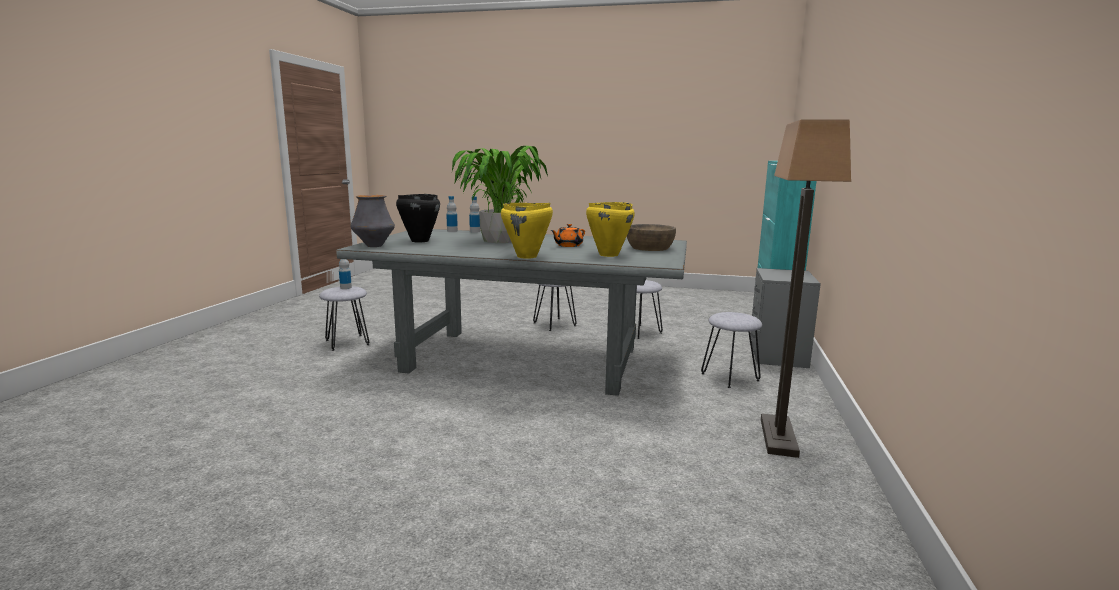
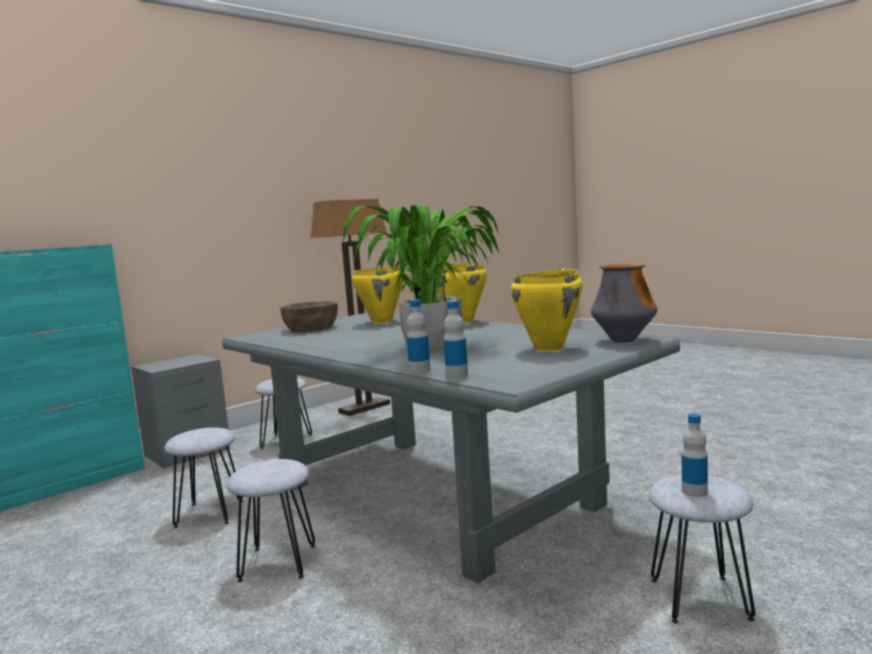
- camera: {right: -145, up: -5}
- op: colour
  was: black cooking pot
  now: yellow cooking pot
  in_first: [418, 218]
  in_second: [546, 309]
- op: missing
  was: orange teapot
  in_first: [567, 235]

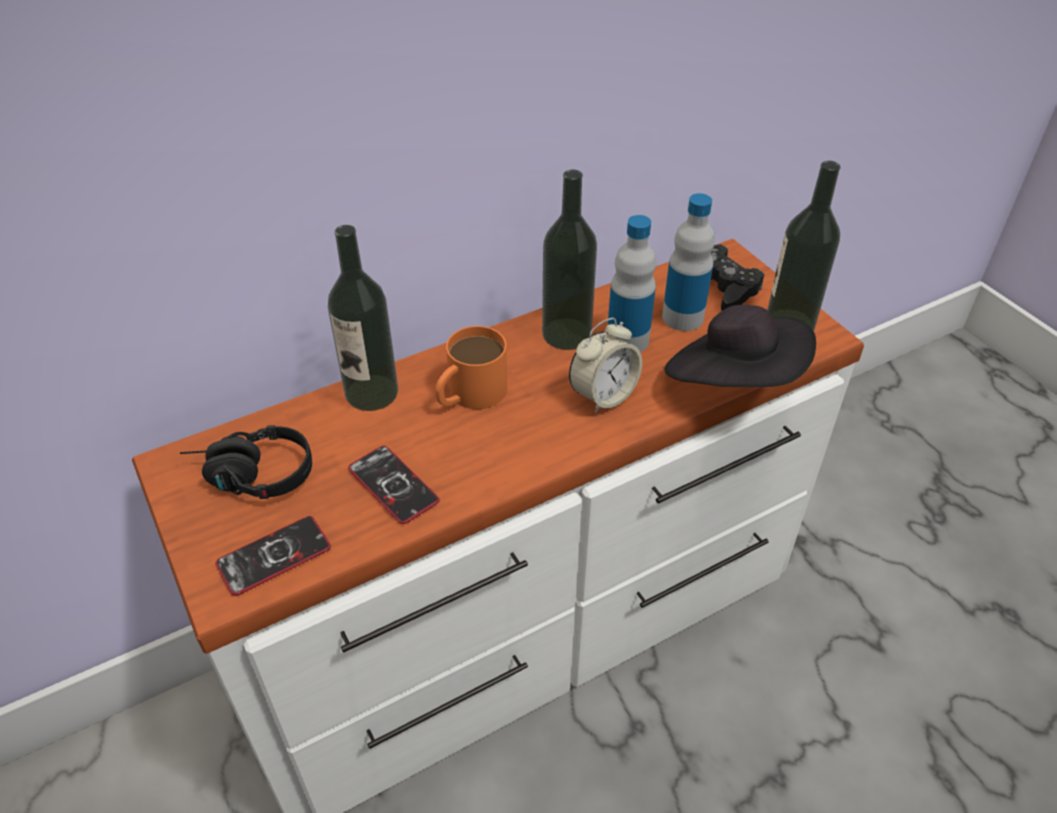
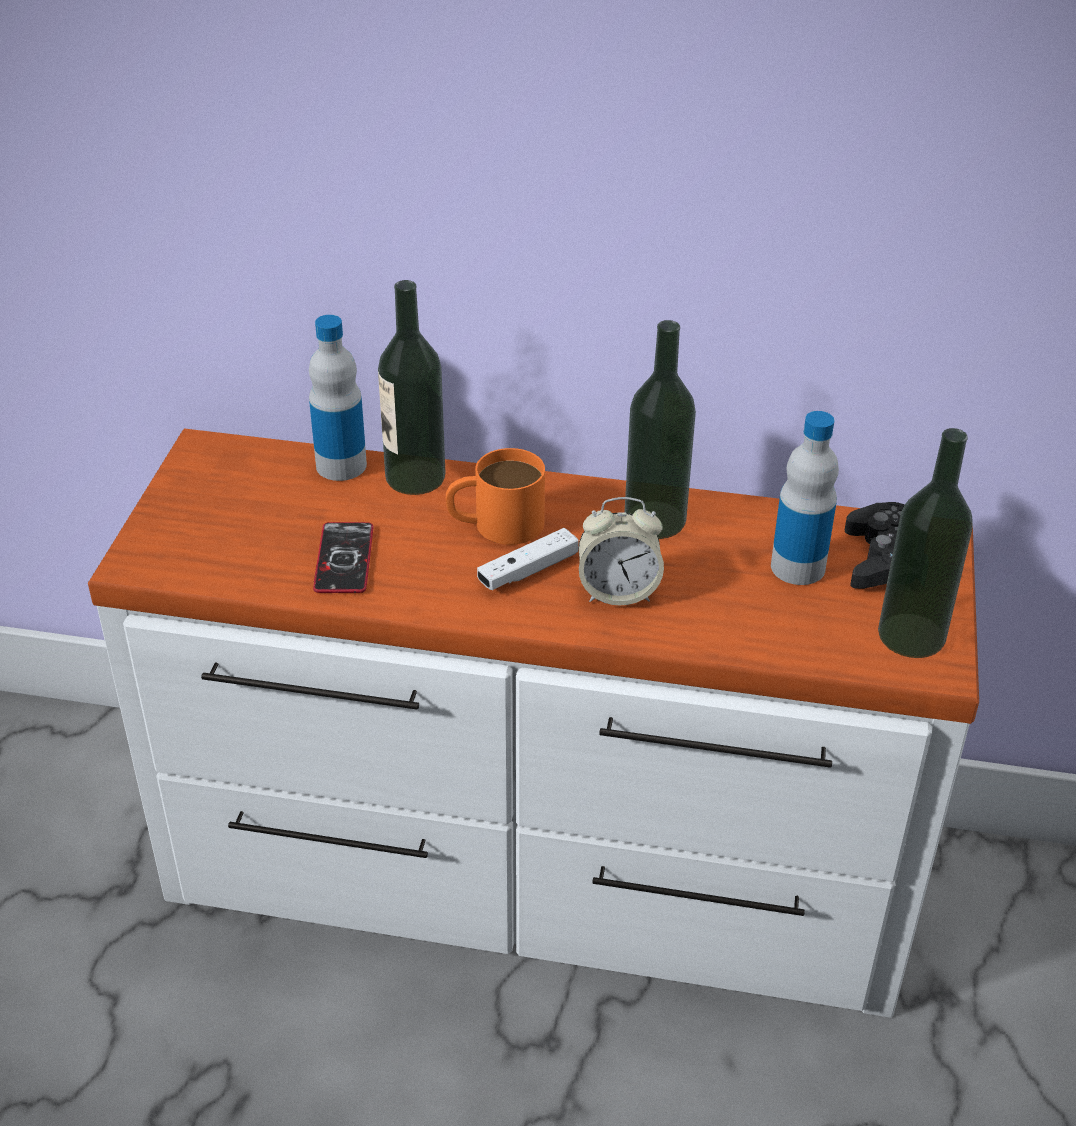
- camera: {right: 40, up: -5}
- op: relocated
  was: bottle
  in_first: [632, 283]
  in_second: [338, 398]
- op: missing
  was: black hat
  in_first: [740, 346]
- op: missing
  was: black headphones
  in_first: [246, 462]
- op: missing
  was: phone
  in_first: [273, 556]
- op: appeared
  now: white game controller
  in_second: [528, 559]

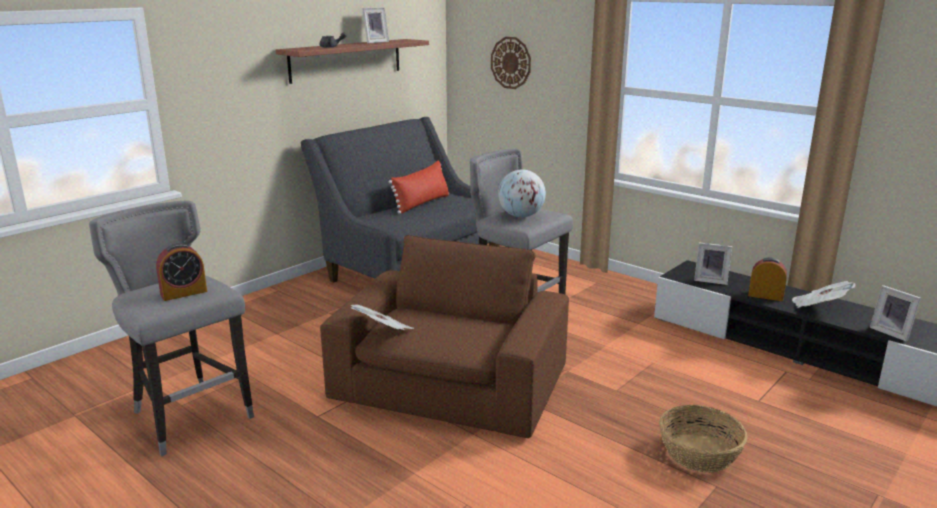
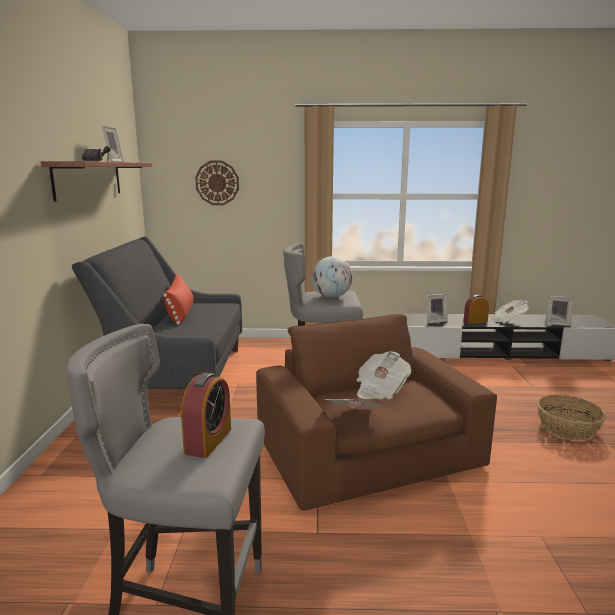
- camera: {right: -40, up: -5}
- op: appeared
  now: newspaper
  in_second: [384, 375]

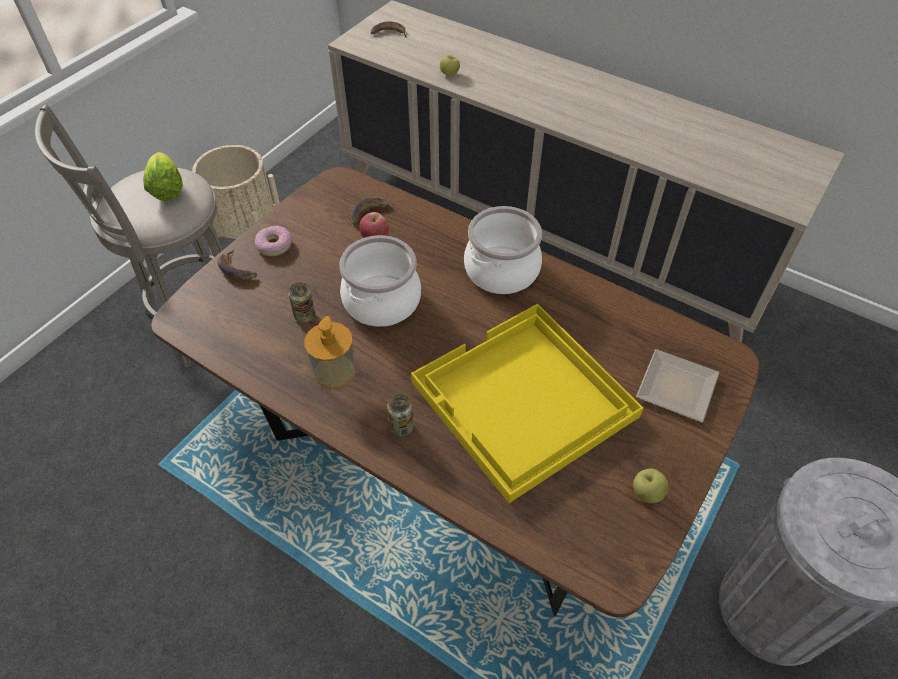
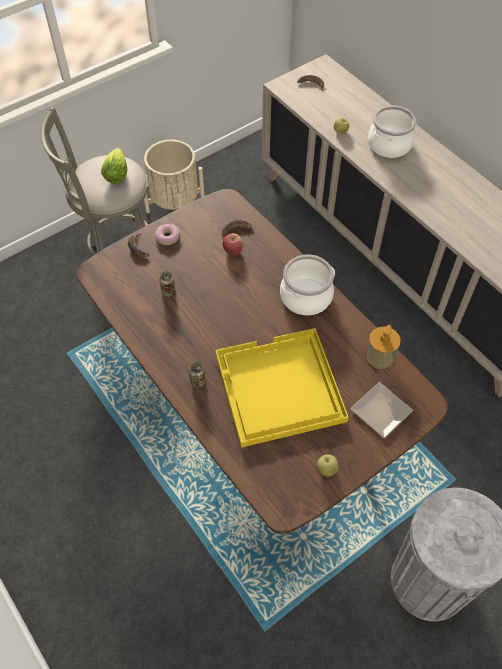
- camera: {right: 20, up: 5}
- op: relocated
  was: cooking pot
  in_first: [380, 281]
  in_second: [392, 131]
- op: relocated
  was: soap dispenser
  in_first: [329, 352]
  in_second: [384, 347]

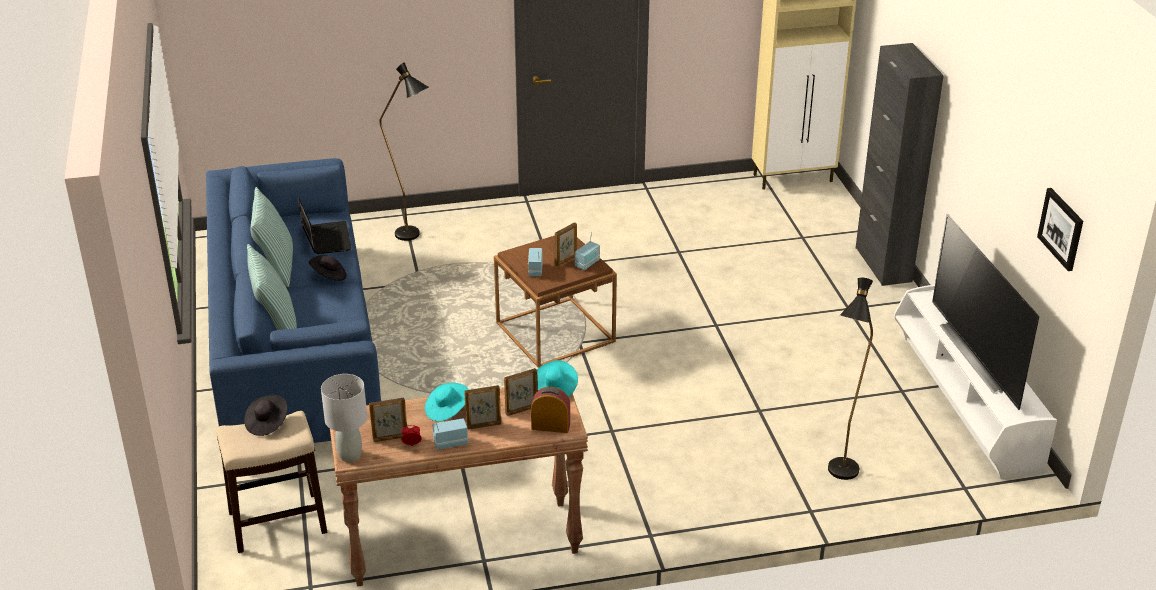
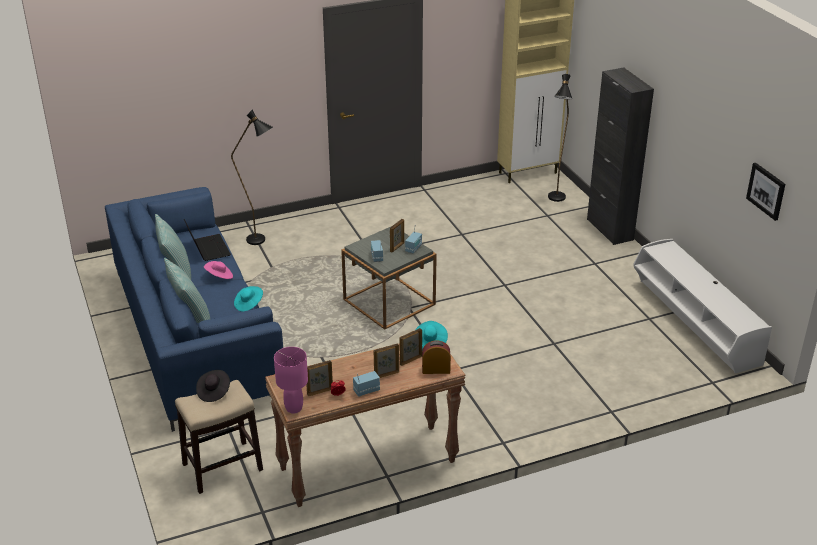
- camera: {right: -10, up: 0}
- op: missing
  was: television
  in_first: [986, 312]
- op: colour
  was: brown side table
  now: grey side table
  in_first: [555, 302]
  in_second: [389, 278]
- op: colour
  was: black hat
  now: pink hat
  in_first: [327, 267]
  in_second: [218, 270]
- op: relocated
  was: black floor lamp
  in_first: [850, 378]
  in_second: [560, 138]
- op: colour
  was: grey table lamp
  now: pink table lamp
  in_first: [344, 418]
  in_second: [291, 380]
- op: relocated
  was: turquoise hat
  in_first: [447, 402]
  in_second: [248, 299]

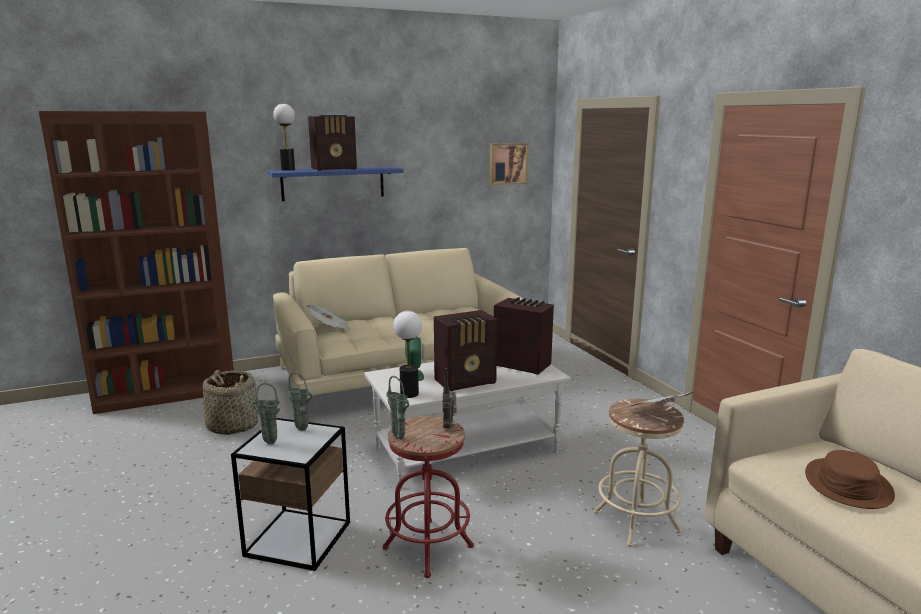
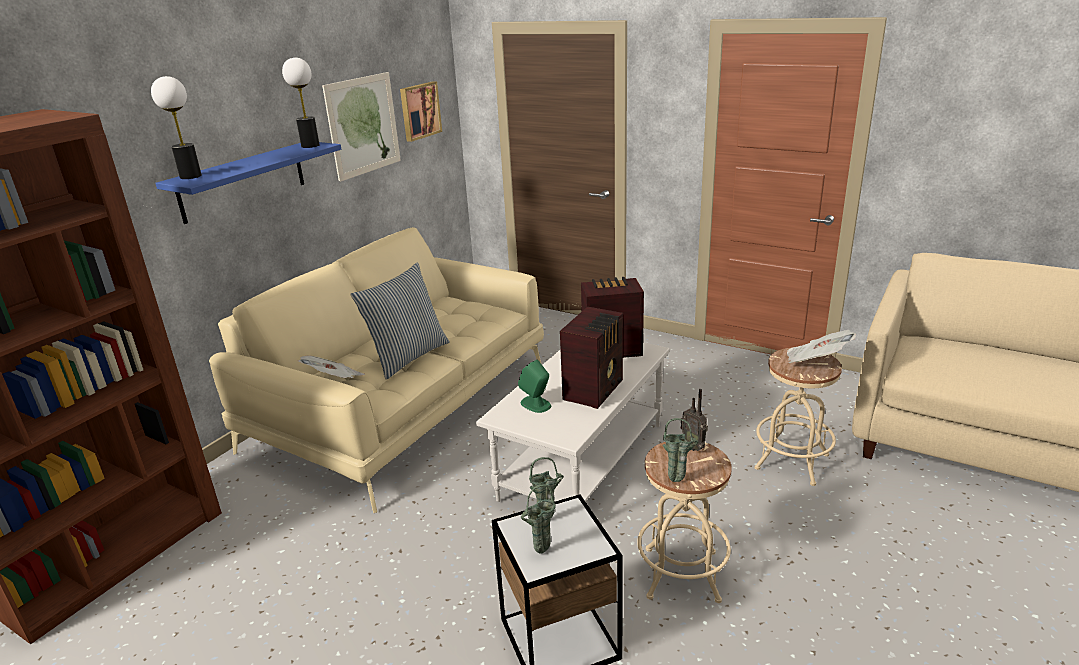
- camera: {right: -35, up: 10}
- op: missing
  was: radio
  in_first: [332, 143]
- op: relocated
  was: table lamp
  in_first: [408, 354]
  in_second: [301, 102]
- op: missing
  was: basket
  in_first: [230, 402]
- op: colour
  was: red stool
  now: beige stool
  in_first: [428, 497]
  in_second: [684, 522]
- op: missing
  was: brown hat
  in_first: [850, 479]
- op: appeared
  now: picture
  in_second: [361, 127]
- op: appeared
  now: pillow
  in_second: [400, 321]

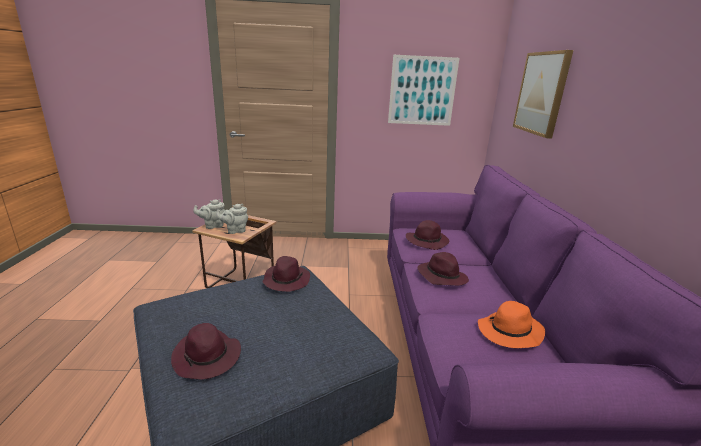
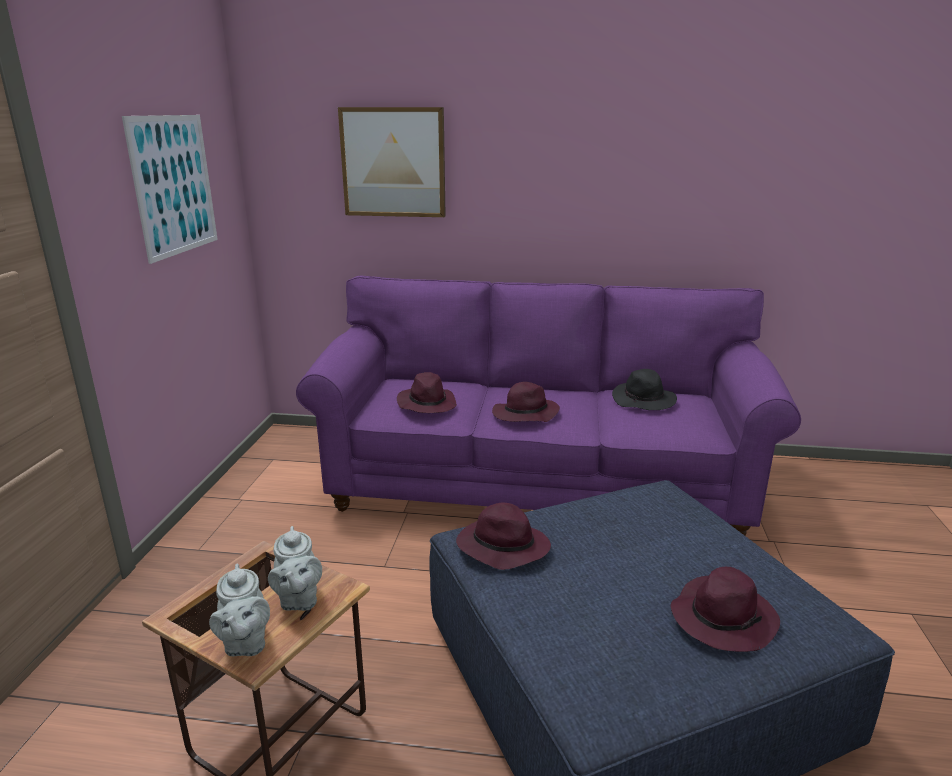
- camera: {right: -80, up: 0}
- op: colour
  was: orange hat
  now: black hat
  in_first: [511, 324]
  in_second: [644, 389]

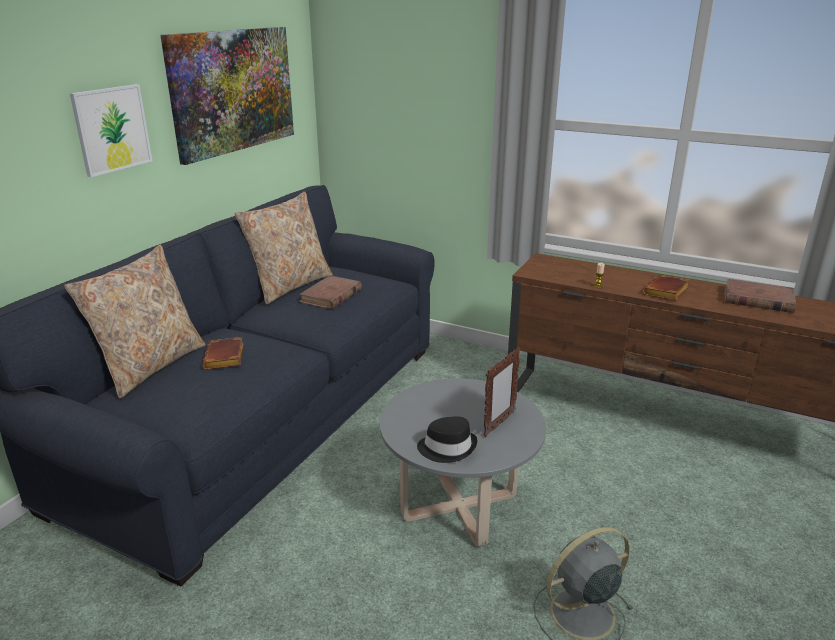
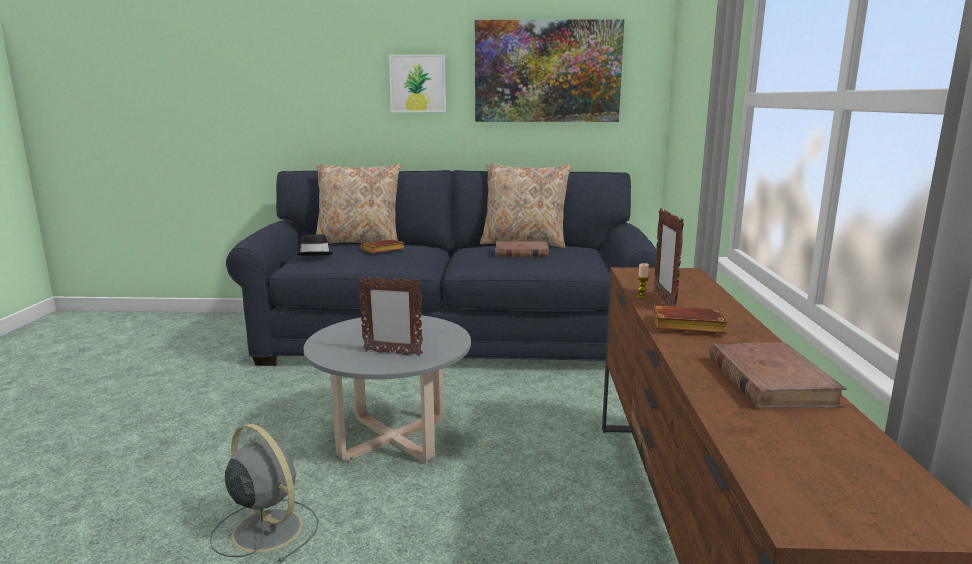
- camera: {right: 65, up: -10}
- op: relocated
  was: black hat
  in_first: [447, 439]
  in_second: [315, 245]
- op: appeared
  now: picture frame
  in_second: [669, 257]

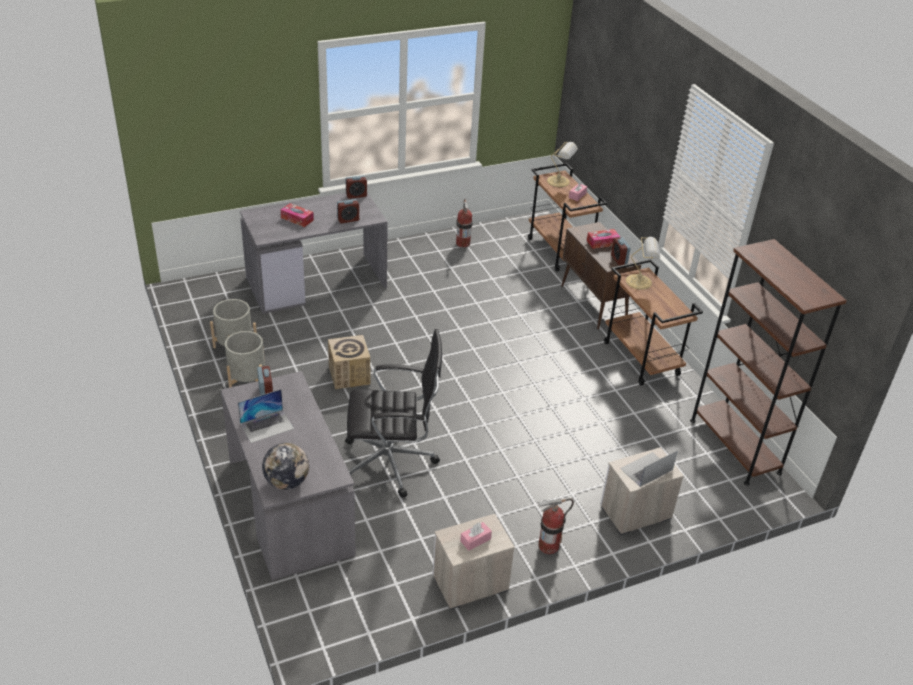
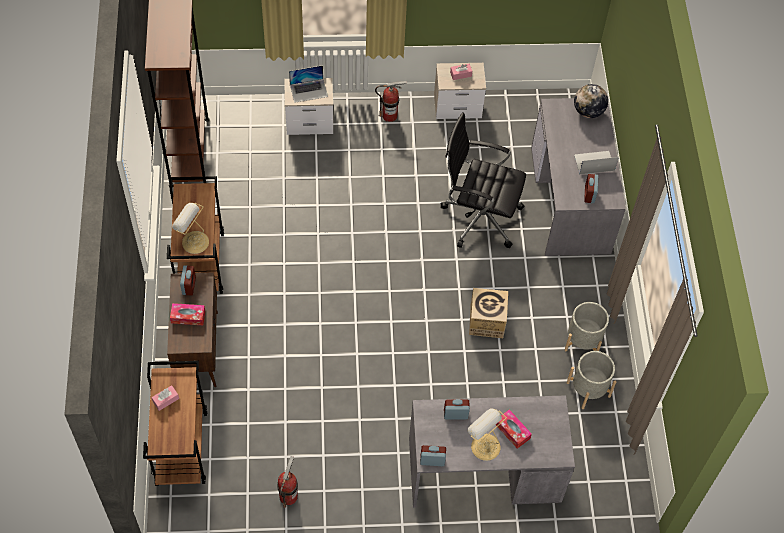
- camera: {right: -160, up: 20}
- op: relocated
  was: table lamp
  in_first: [562, 164]
  in_second: [487, 435]

